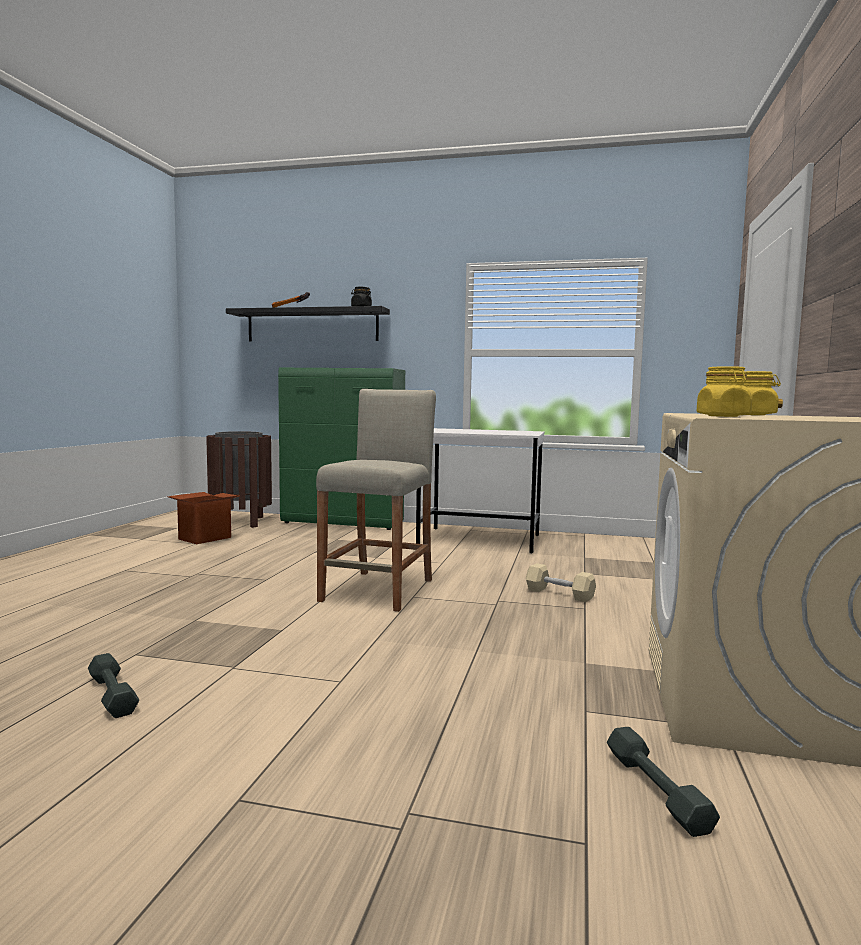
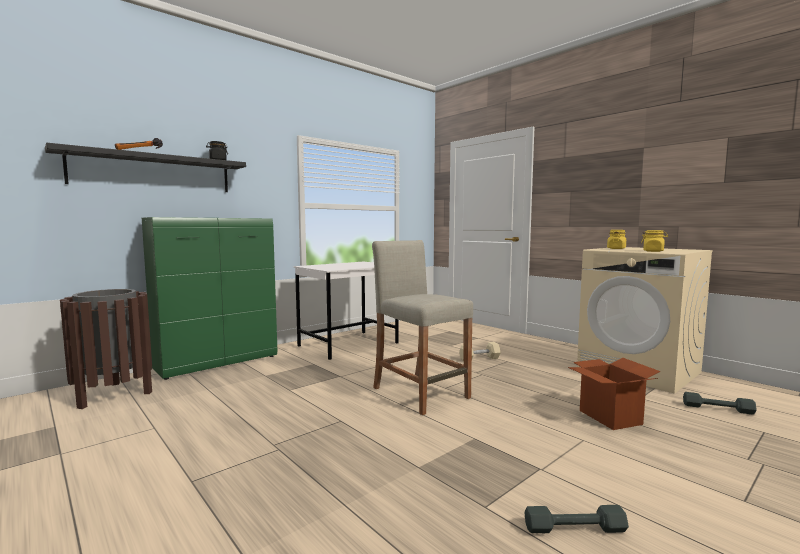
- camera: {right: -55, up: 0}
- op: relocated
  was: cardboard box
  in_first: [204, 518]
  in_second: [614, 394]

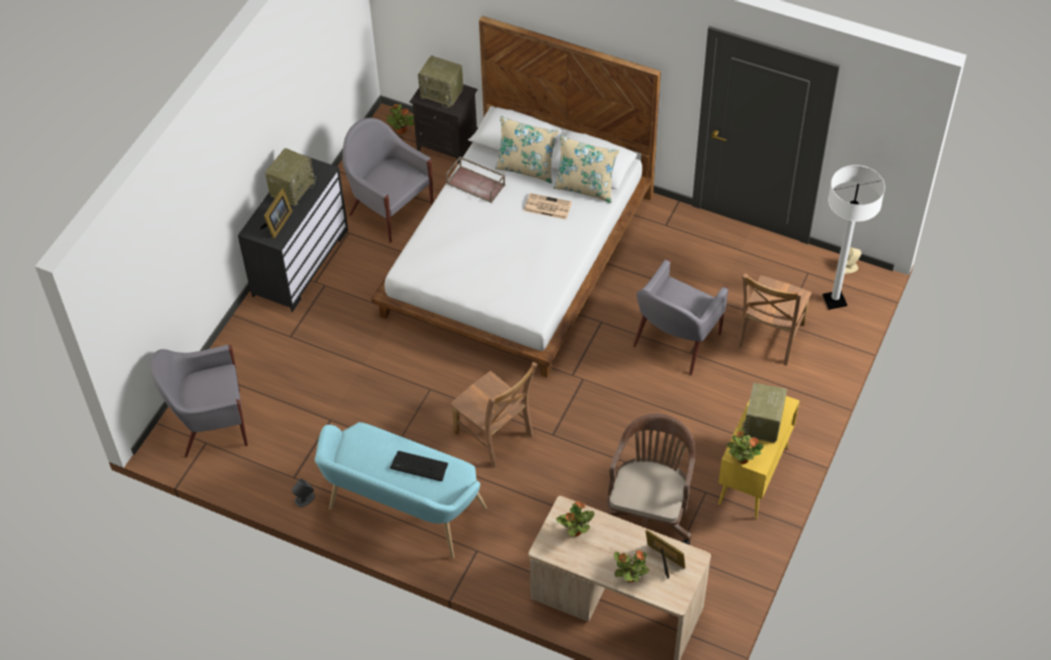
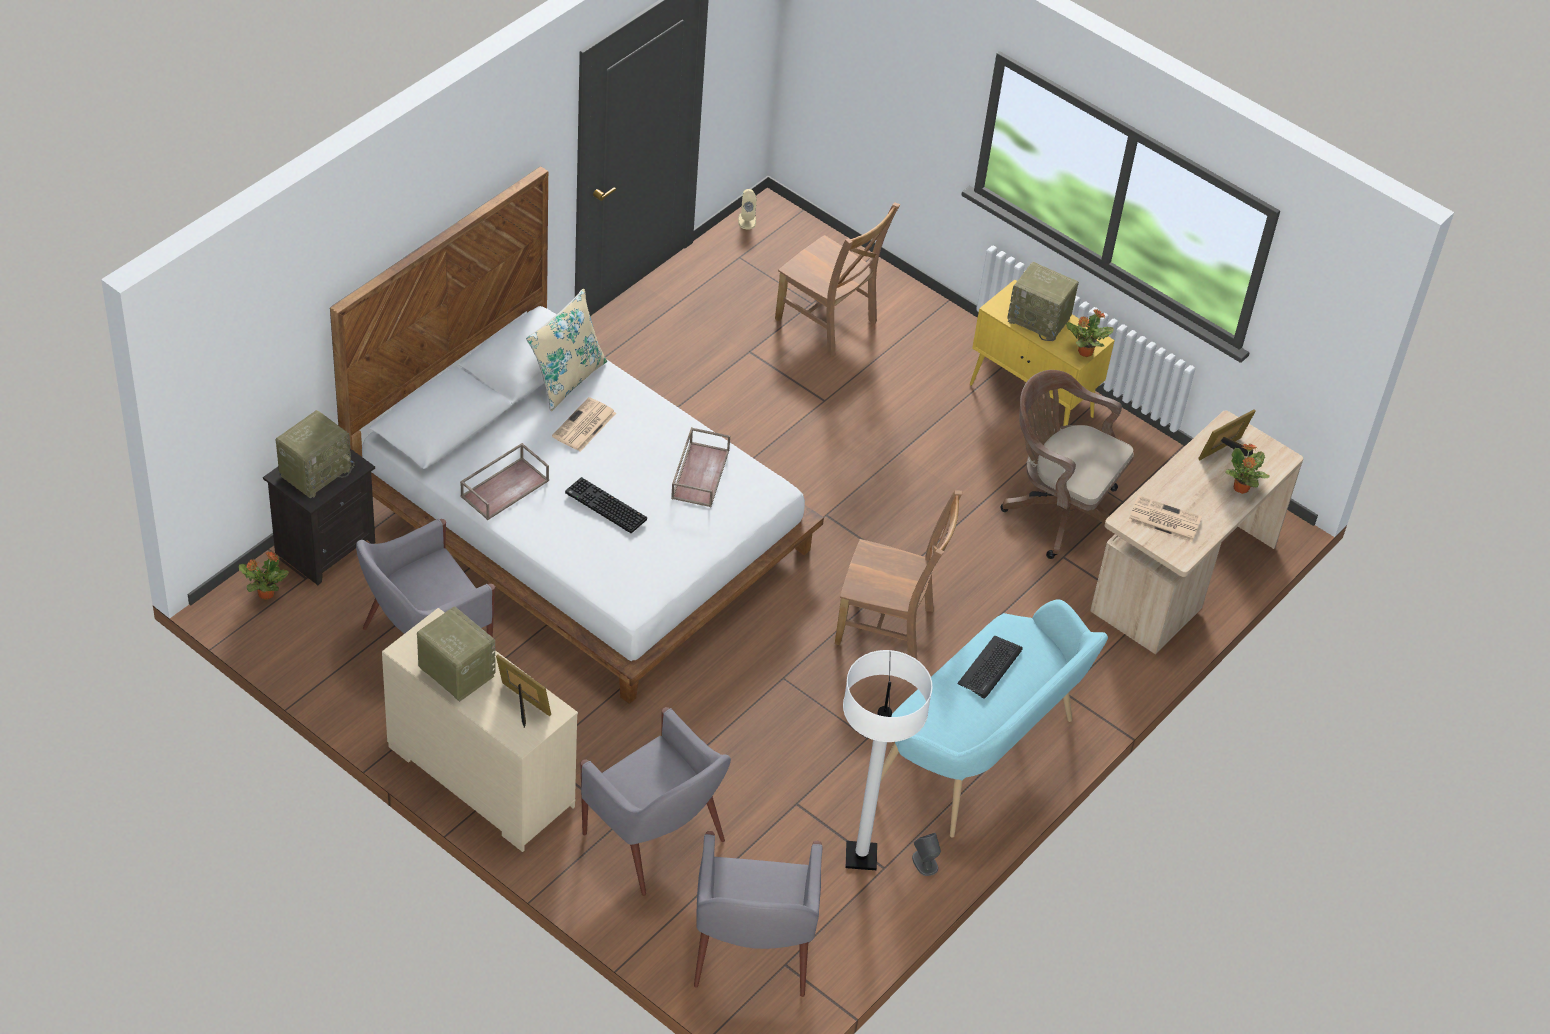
- camera: {right: -80, up: -5}
- op: missing
  was: beige pillow
  in_first: [526, 149]
- op: colour
  was: black dresser
  now: beige dresser
  in_first: [293, 233]
  in_second: [480, 730]
- op: relocated
  was: white floor lamp
  in_first: [854, 237]
  in_second: [888, 760]
- op: relocated
  was: grey armchair
  in_first: [681, 317]
  in_second: [655, 801]
- op: spun
  was: brown chair
  in_first: [494, 415]
  in_second: [898, 574]
  clockwise: 45
- op: exchanged
  was: potted plant
  now: newspaper
  in_first: [575, 519]
  in_second: [1165, 518]
- op: appeared
  now: brown tray
  in_second: [700, 467]
- op: appeared
  now: keyboard
  in_second: [606, 505]

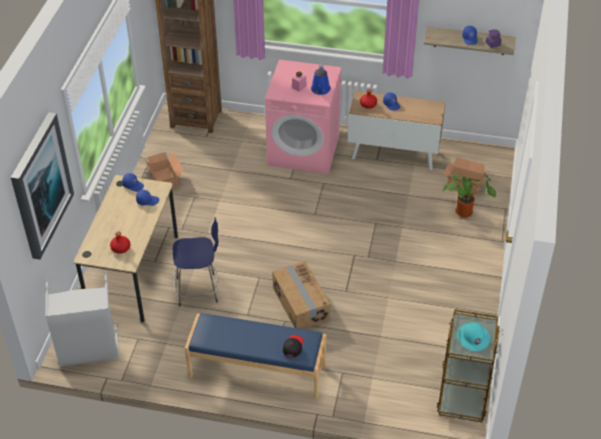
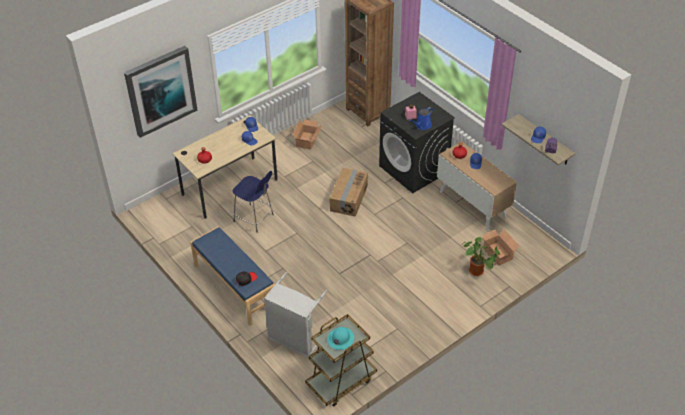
- camera: {right: 40, up: 0}
- op: colour
  was: pink washing machine
  now: black washing machine
  in_first: [303, 117]
  in_second: [417, 142]
- op: relocated
  was: cardboard box
  in_first: [301, 295]
  in_second: [349, 192]
- op: relocated
  was: grey laundry basket
  in_first: [82, 319]
  in_second: [295, 315]

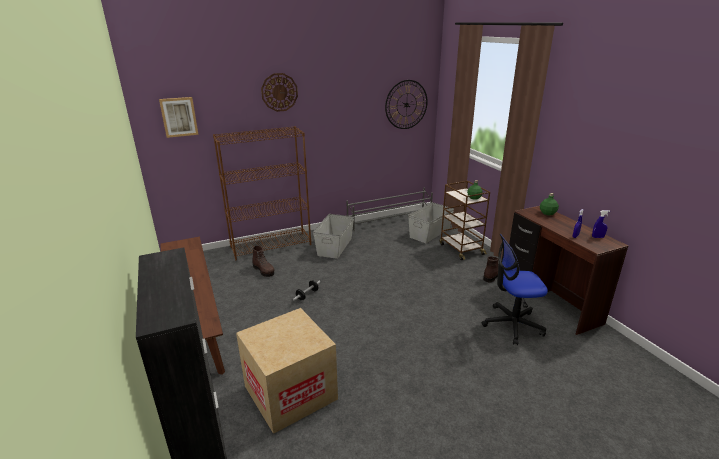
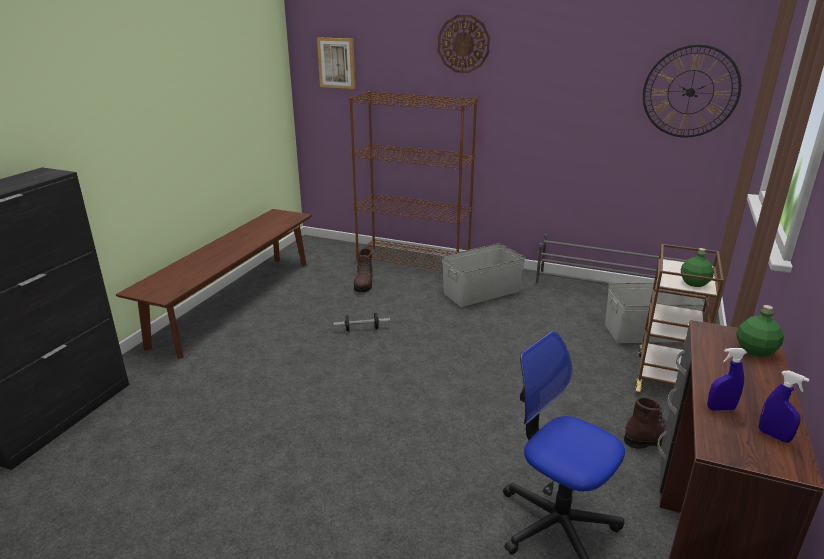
- camera: {right: 45, up: 0}
- op: missing
  was: cardboard box
  in_first: [287, 371]

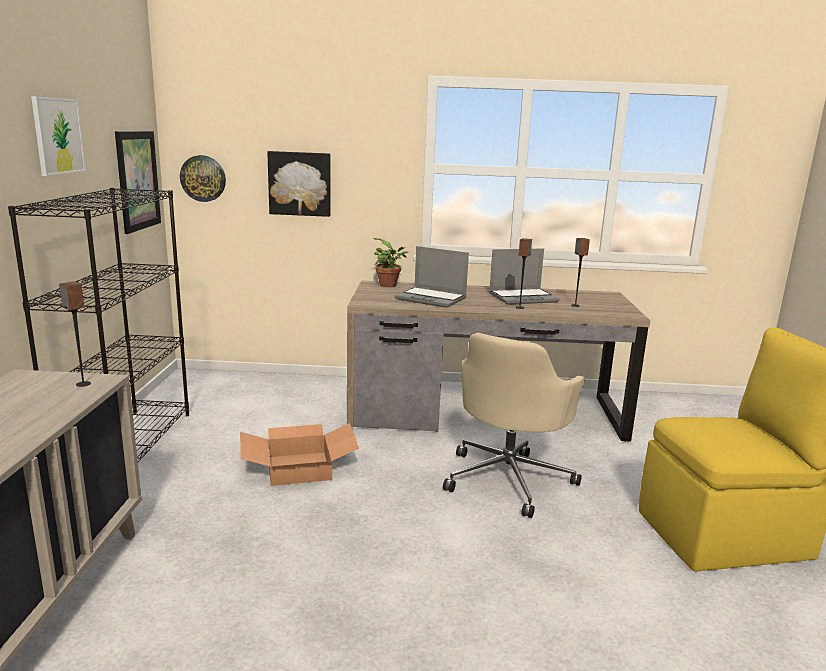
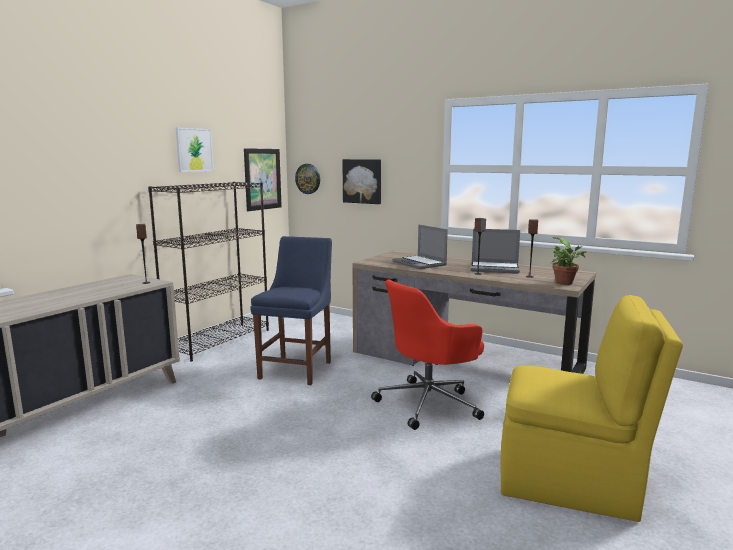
- camera: {right: 30, up: -5}
- op: relocated
  was: potted plant
  in_first: [391, 262]
  in_second: [569, 261]
- op: colour
  was: beige office chair
  now: red office chair
  in_first: [514, 425]
  in_second: [427, 354]
- op: exchanged
  was: cardboard box
  now: blue chair
  in_first: [299, 454]
  in_second: [291, 310]

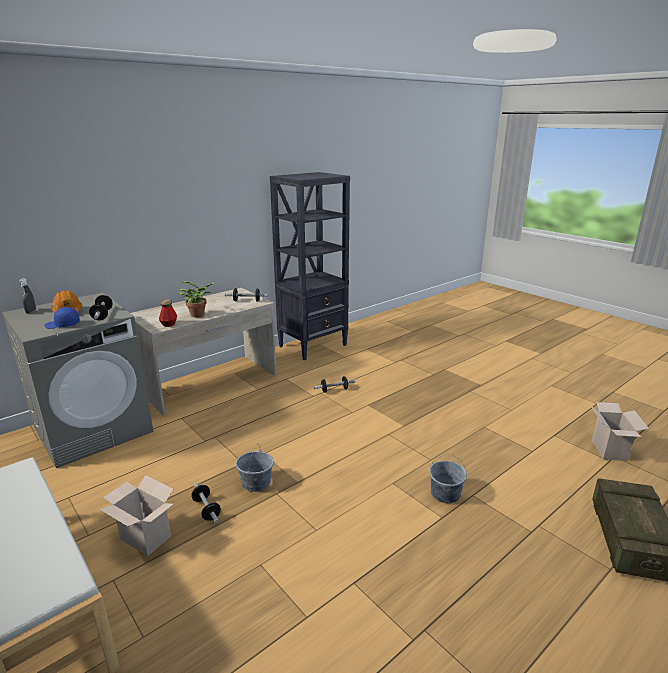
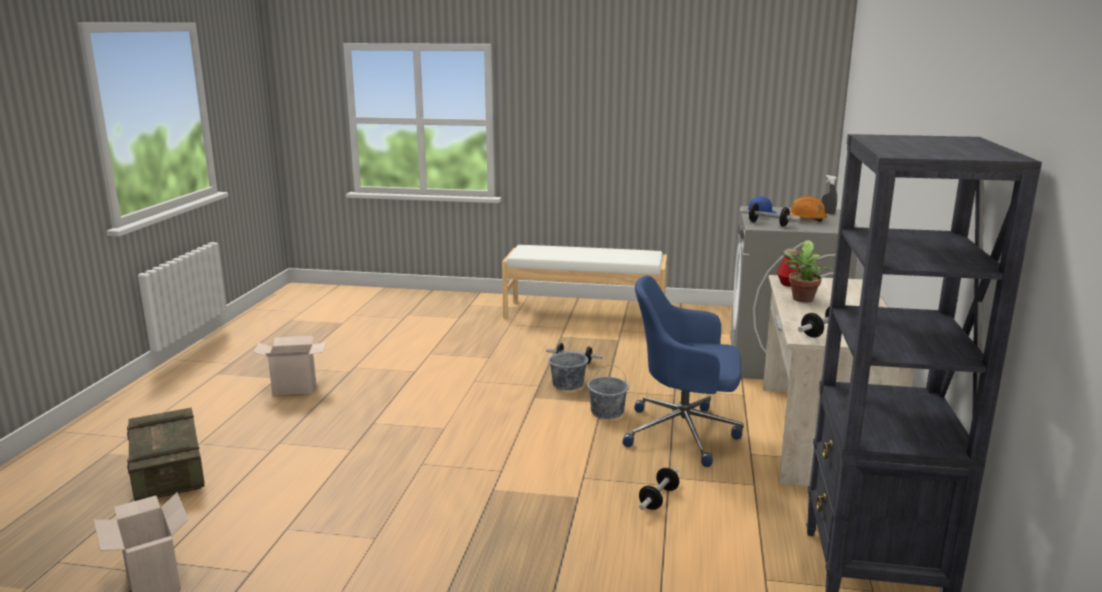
- camera: {right: 140, up: -5}
- op: relocated
  was: grey bucket
  in_first: [448, 478]
  in_second: [608, 392]
- op: relocated
  was: cardboard box
  in_first: [137, 515]
  in_second: [290, 366]
- op: appeared
  now: blue office chair
  in_second: [683, 371]

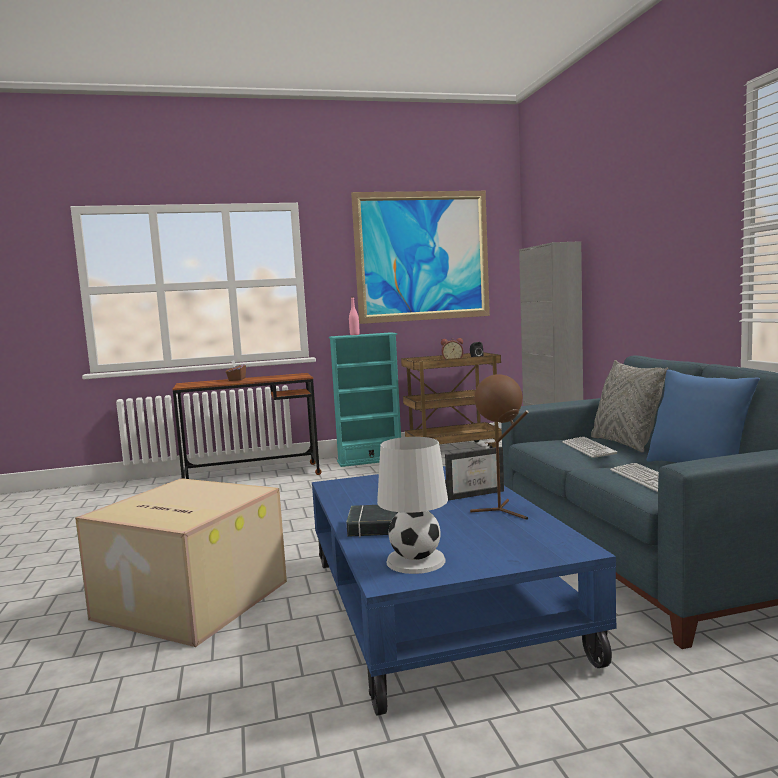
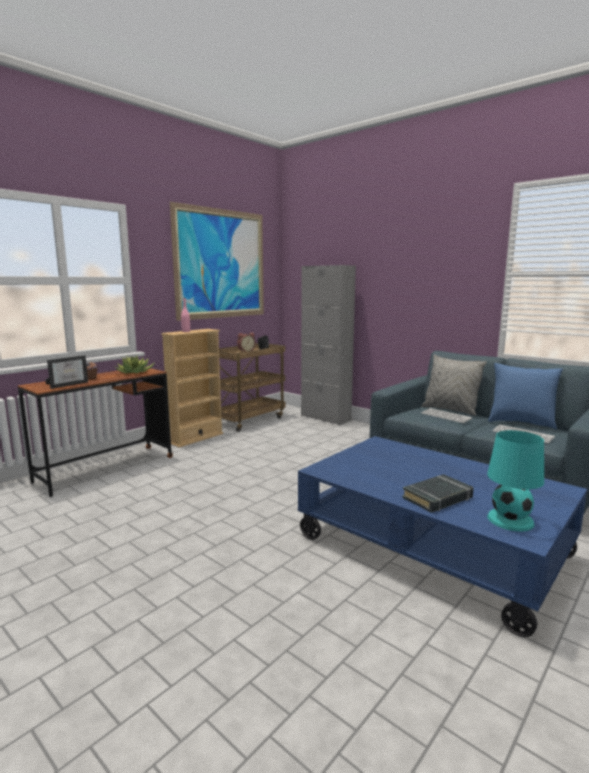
- camera: {right: -35, up: 5}
- op: colour
  was: turquoise bookcase
  now: beige bookcase
  in_first: [365, 399]
  in_second: [192, 388]
- op: missing
  was: brown table lamp
  in_first: [499, 447]
- op: colour
  was: white table lamp
  now: turquoise table lamp
  in_first: [412, 505]
  in_second: [515, 480]
- op: relocated
  was: picture frame
  in_first: [474, 474]
  in_second: [67, 372]
- op: missing
  was: cardboard box
  in_first: [181, 562]
- op: appeared
  now: potted plant
  in_second: [135, 364]

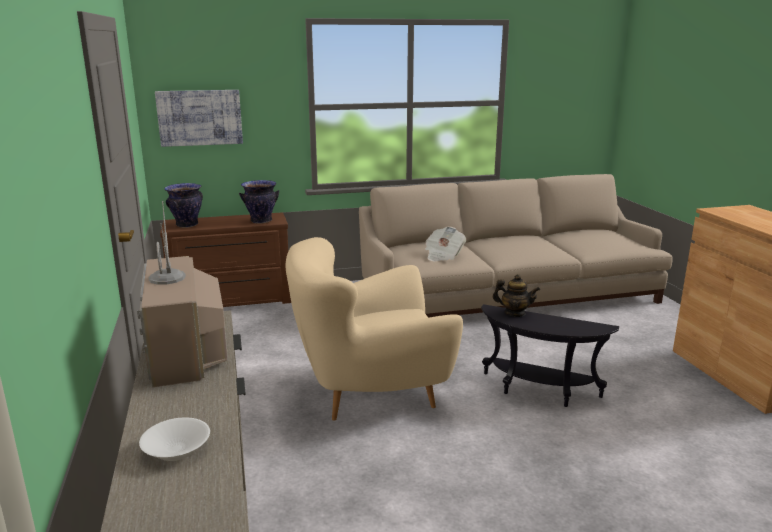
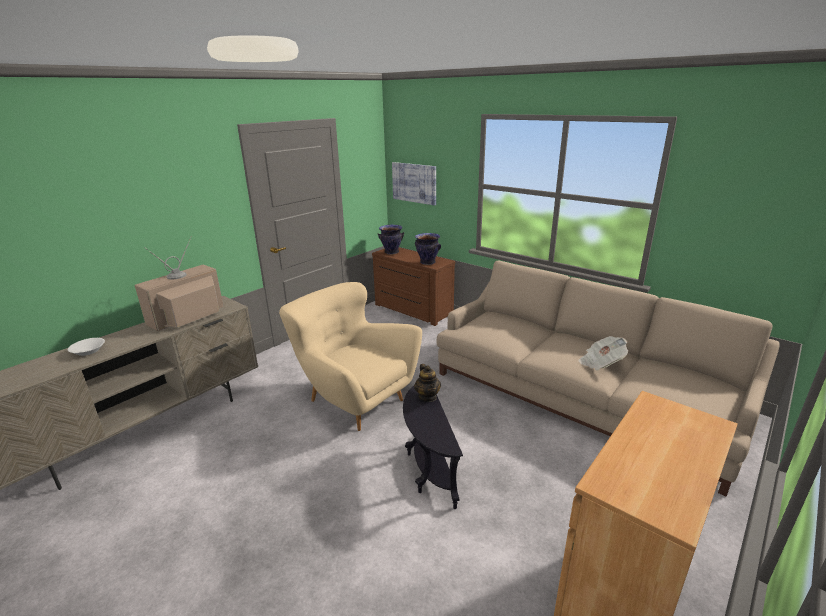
- camera: {right: 55, up: 5}
- op: relocated
  was: newspaper
  in_first: [445, 244]
  in_second: [603, 353]

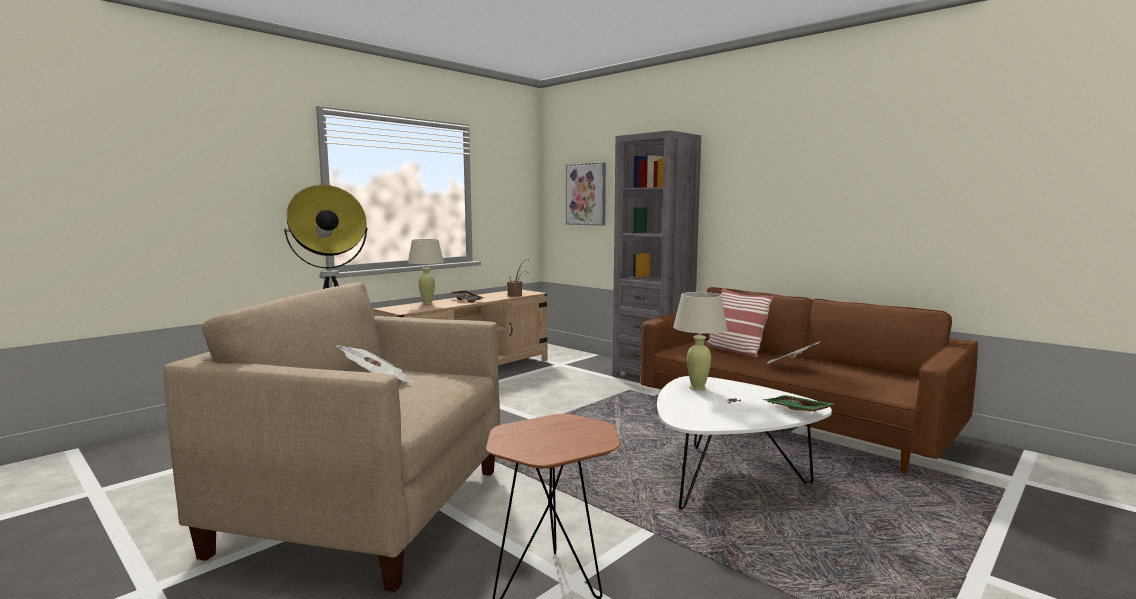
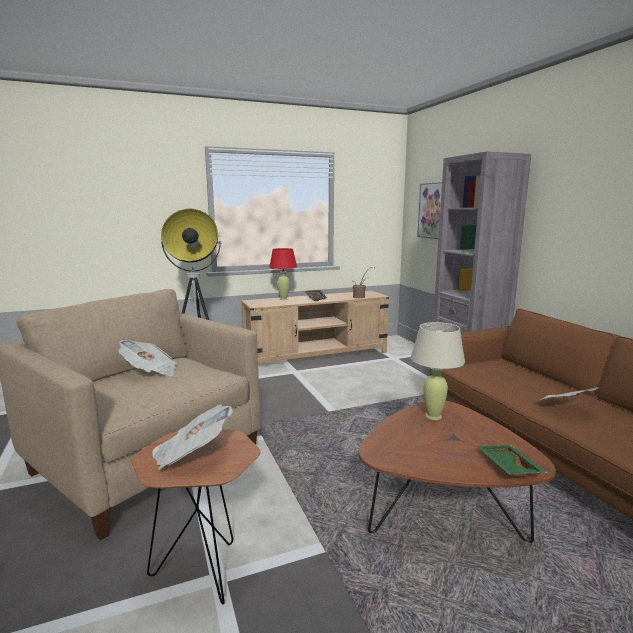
- camera: {right: 25, up: 5}
- op: colour
  was: beige table lamp
  now: red table lamp
  in_first: [426, 272]
  in_second: [283, 274]
- op: missing
  was: pillow
  in_first: [740, 323]
- op: colour
  was: white coffee table
  now: brown coffee table
  in_first: [744, 443]
  in_second: [457, 472]
- op: appeared
  now: newspaper
  in_second: [192, 437]

